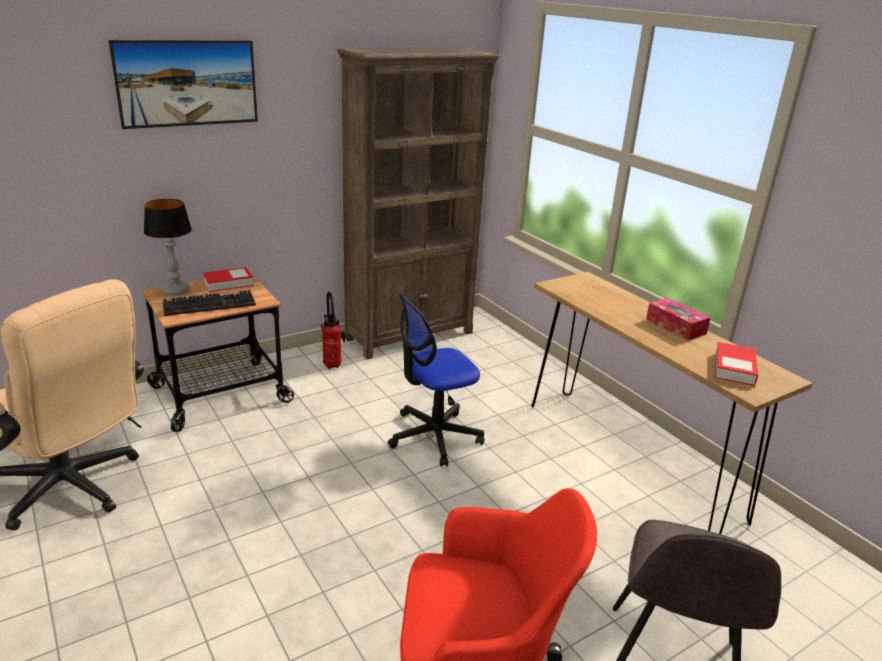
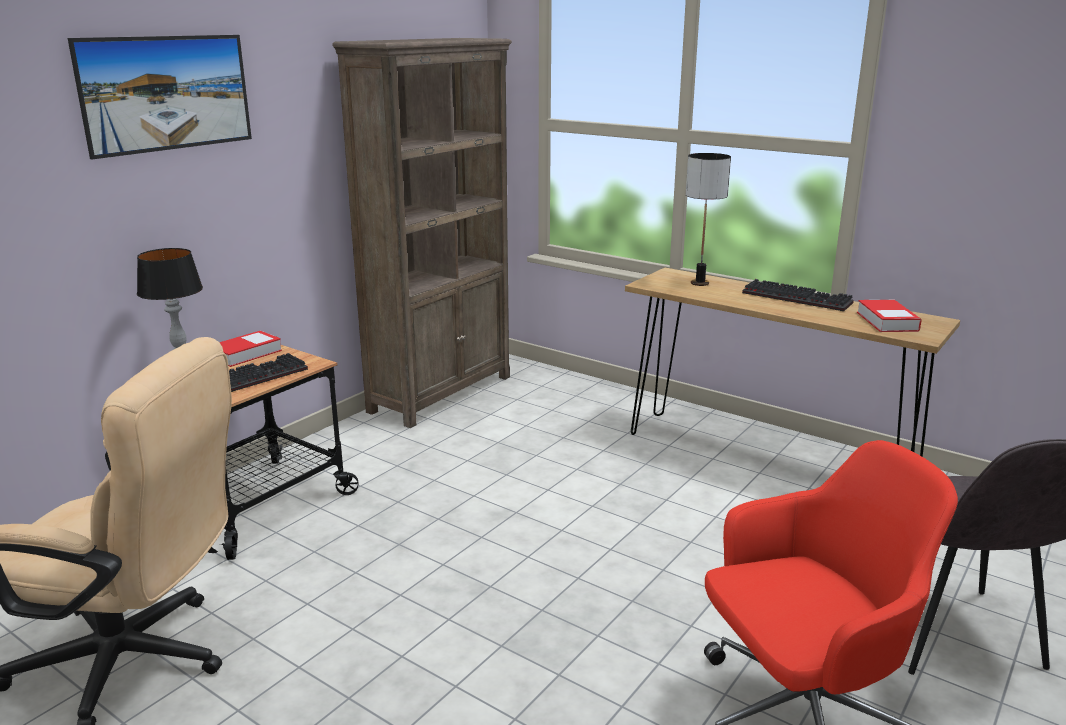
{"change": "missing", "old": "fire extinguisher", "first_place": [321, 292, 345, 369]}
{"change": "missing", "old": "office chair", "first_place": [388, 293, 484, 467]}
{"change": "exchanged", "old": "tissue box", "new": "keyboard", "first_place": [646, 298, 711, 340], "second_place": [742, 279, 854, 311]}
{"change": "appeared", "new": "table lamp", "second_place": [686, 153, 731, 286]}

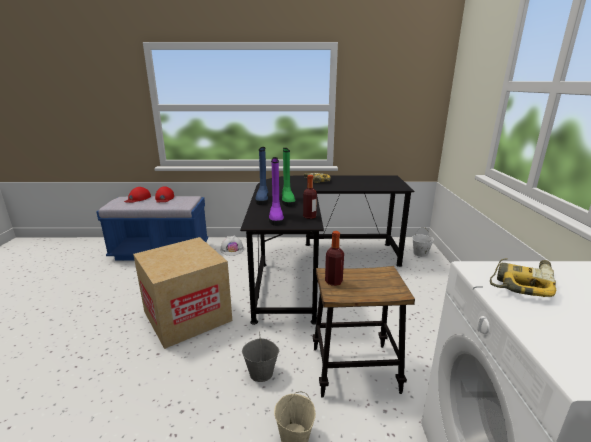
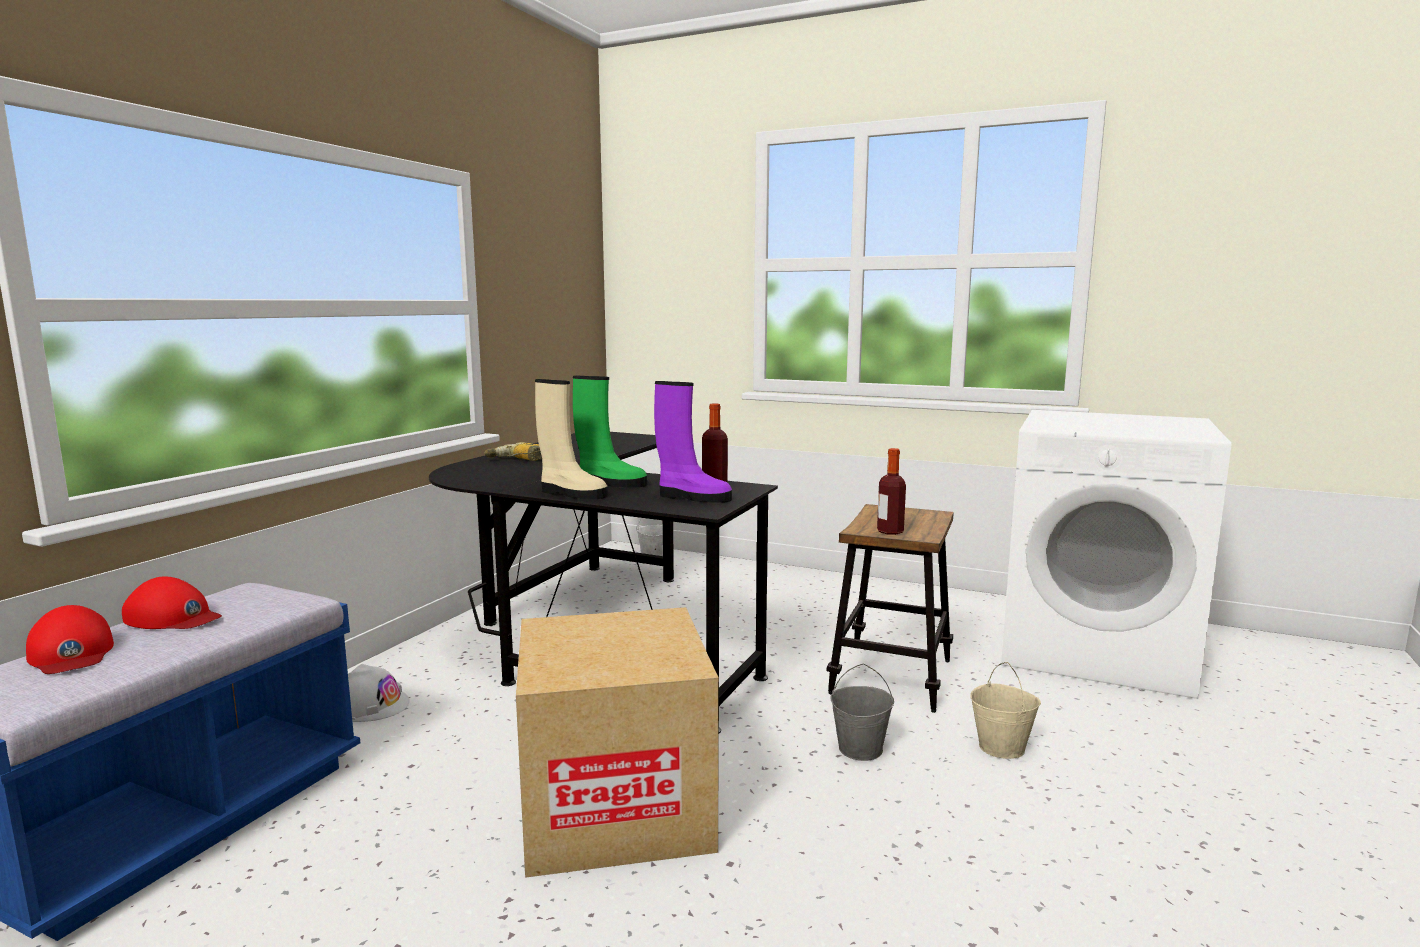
{"change": "colour", "old": "boot in blue", "new": "boot in beige", "first_place": [255, 147, 268, 205], "second_place": [535, 379, 608, 499]}
{"change": "missing", "old": "power drill", "first_place": [490, 258, 556, 297]}

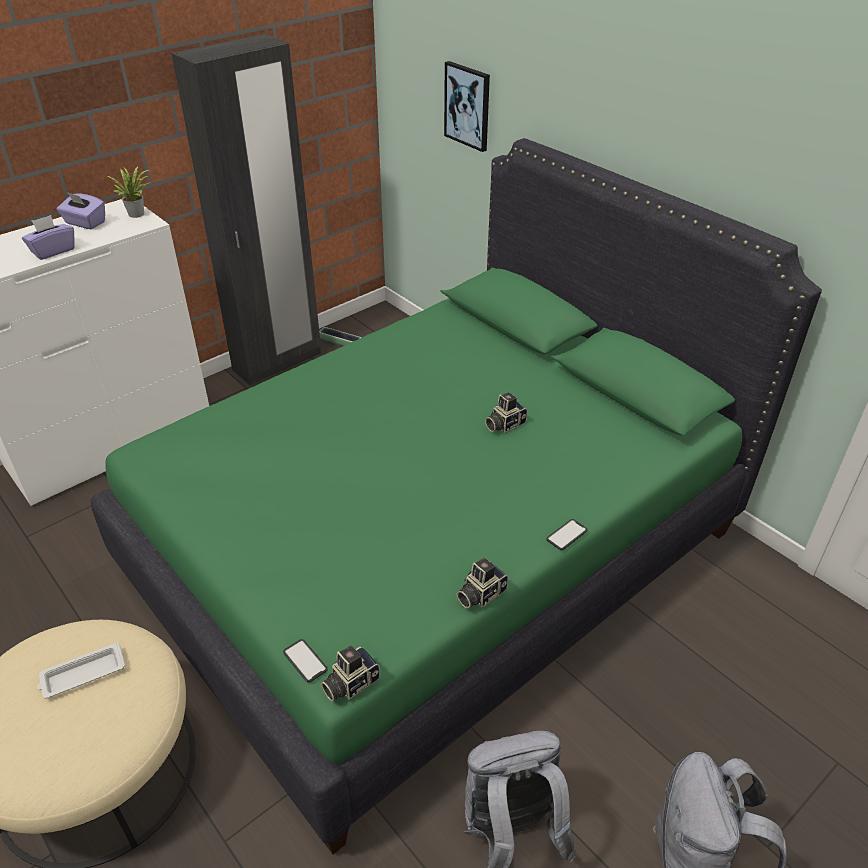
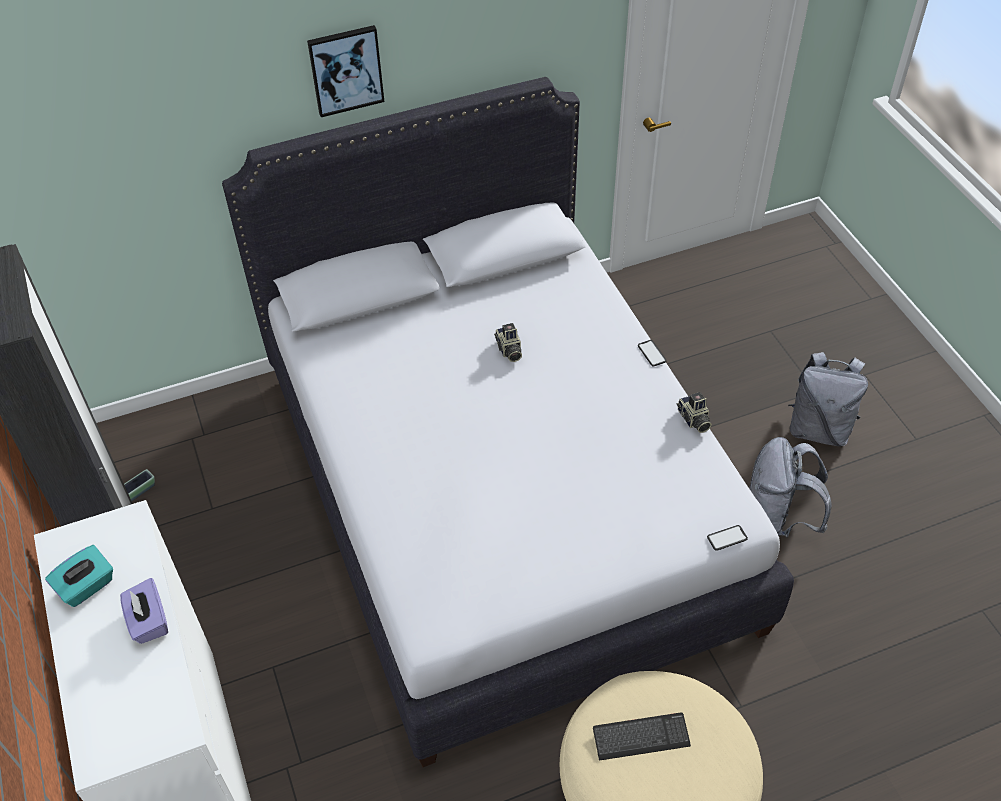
{"change": "exchanged", "old": "tray in white", "new": "keyboard", "first_place": [37, 642, 126, 699], "second_place": [593, 712, 691, 761]}
{"change": "colour", "old": "tissue box in purple", "new": "tissue box in turquoise", "first_place": [57, 192, 105, 229], "second_place": [45, 545, 113, 607]}
{"change": "colour", "old": "bed in green", "new": "bed in white", "first_place": [90, 138, 822, 854], "second_place": [222, 77, 794, 767]}
{"change": "missing", "old": "potted plant", "first_place": [107, 166, 149, 218]}
{"change": "missing", "old": "photo camera", "first_place": [321, 646, 380, 701]}
{"change": "relocated", "old": "picture", "first_place": [444, 61, 490, 152], "second_place": [307, 25, 385, 117]}

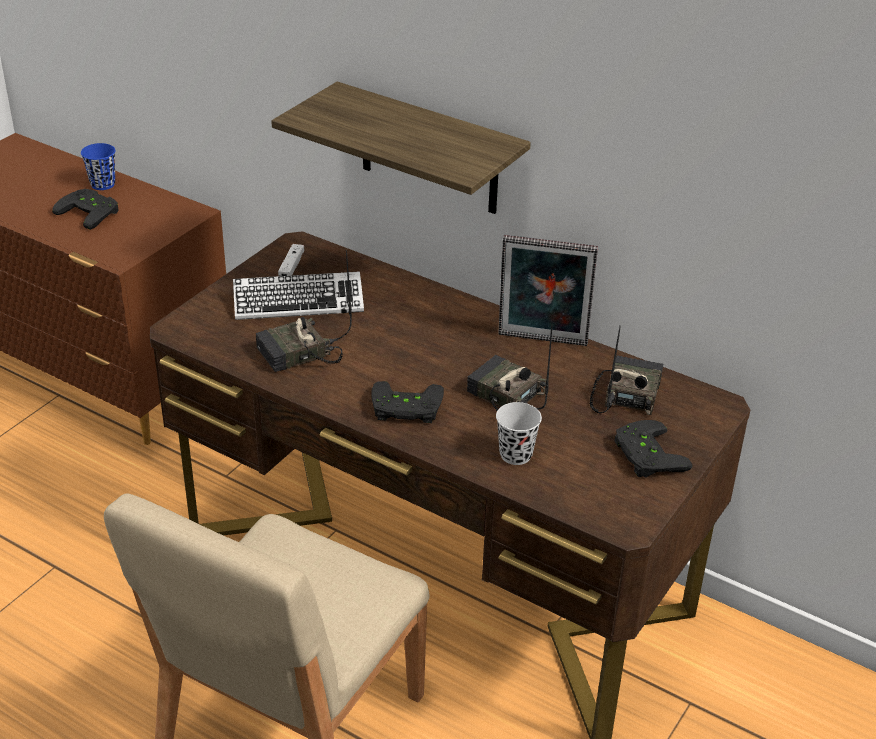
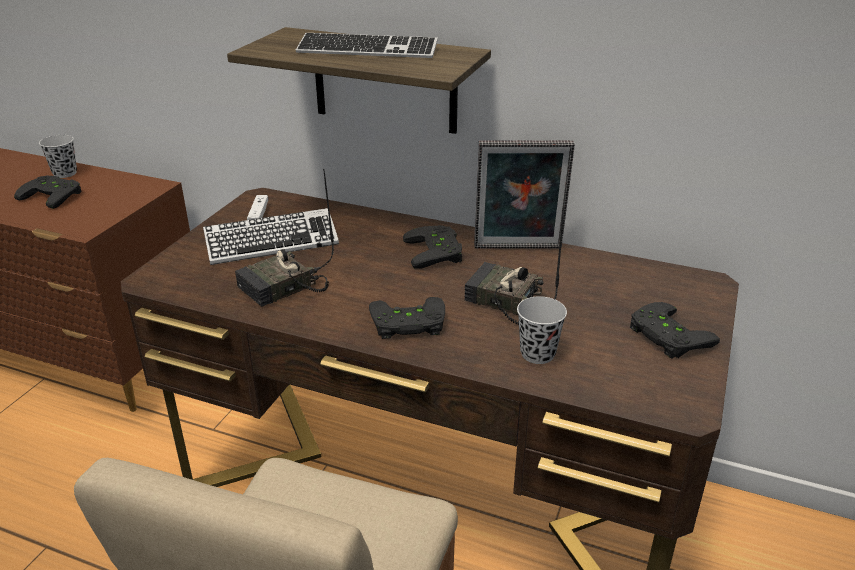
{"change": "colour", "old": "cup in blue", "new": "cup in black", "first_place": [81, 143, 115, 190], "second_place": [39, 135, 77, 178]}
{"change": "missing", "old": "radio", "first_place": [590, 325, 664, 415]}
{"change": "appeared", "new": "keyboard", "second_place": [296, 33, 438, 58]}
{"change": "appeared", "new": "game controller in black", "second_place": [403, 225, 462, 269]}

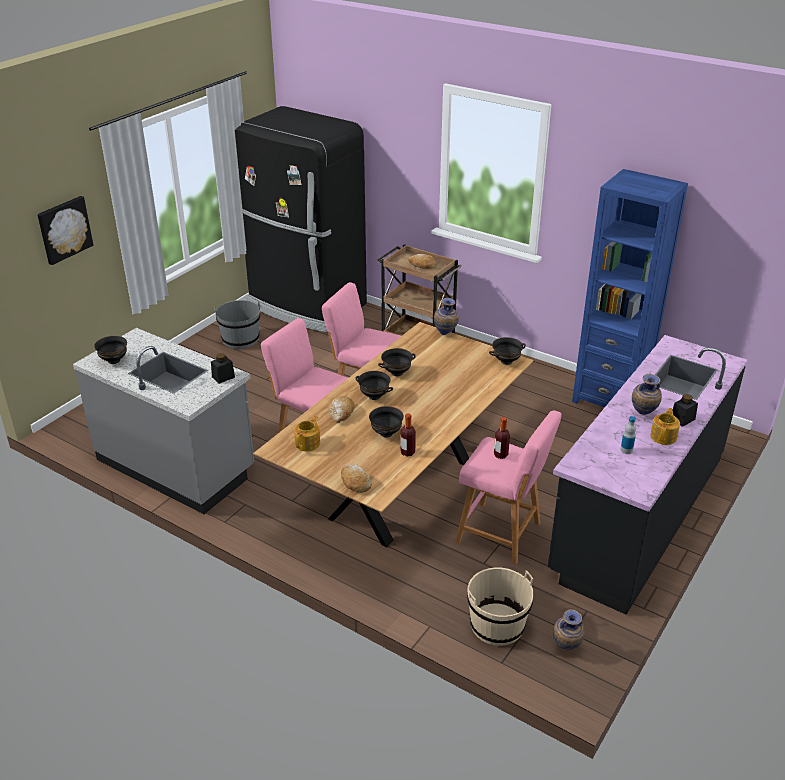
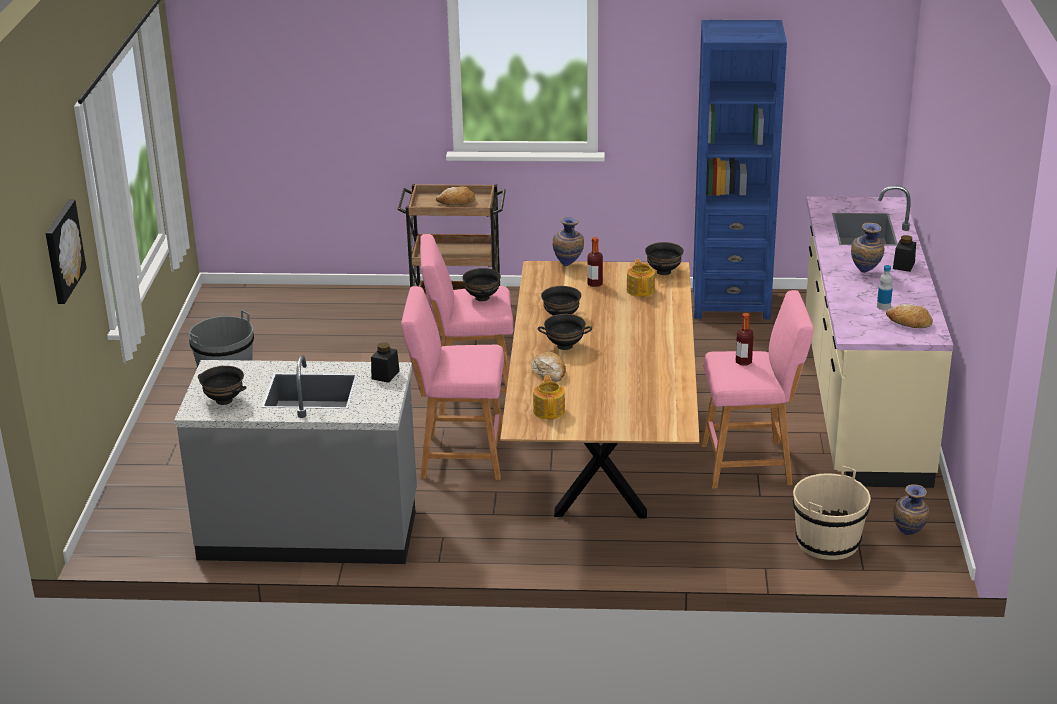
{"change": "missing", "old": "fridge in black", "first_place": [235, 106, 367, 332]}
{"change": "relocated", "old": "bread", "first_place": [341, 465, 372, 493], "second_place": [886, 304, 933, 328]}
{"change": "relocated", "old": "bowl in black", "first_place": [369, 406, 404, 438], "second_place": [462, 268, 501, 301]}
{"change": "relocated", "old": "bottle", "first_place": [400, 413, 416, 456], "second_place": [587, 237, 603, 287]}
{"change": "colour", "old": "counter in black", "new": "counter in beige", "first_place": [548, 335, 747, 615], "second_place": [806, 186, 953, 488]}
{"change": "relocated", "old": "teapot", "first_place": [650, 408, 680, 445], "second_place": [627, 259, 655, 297]}

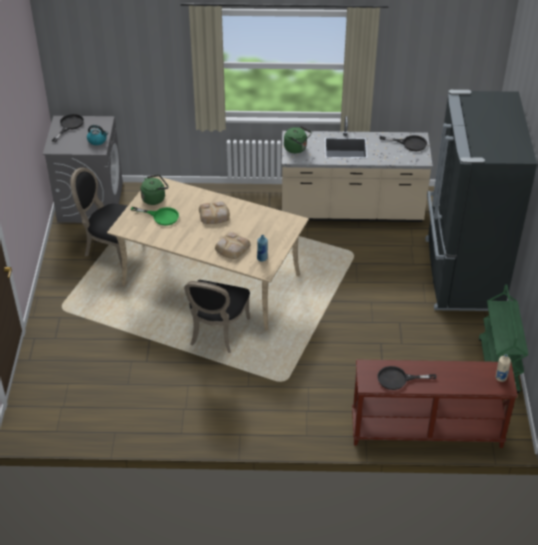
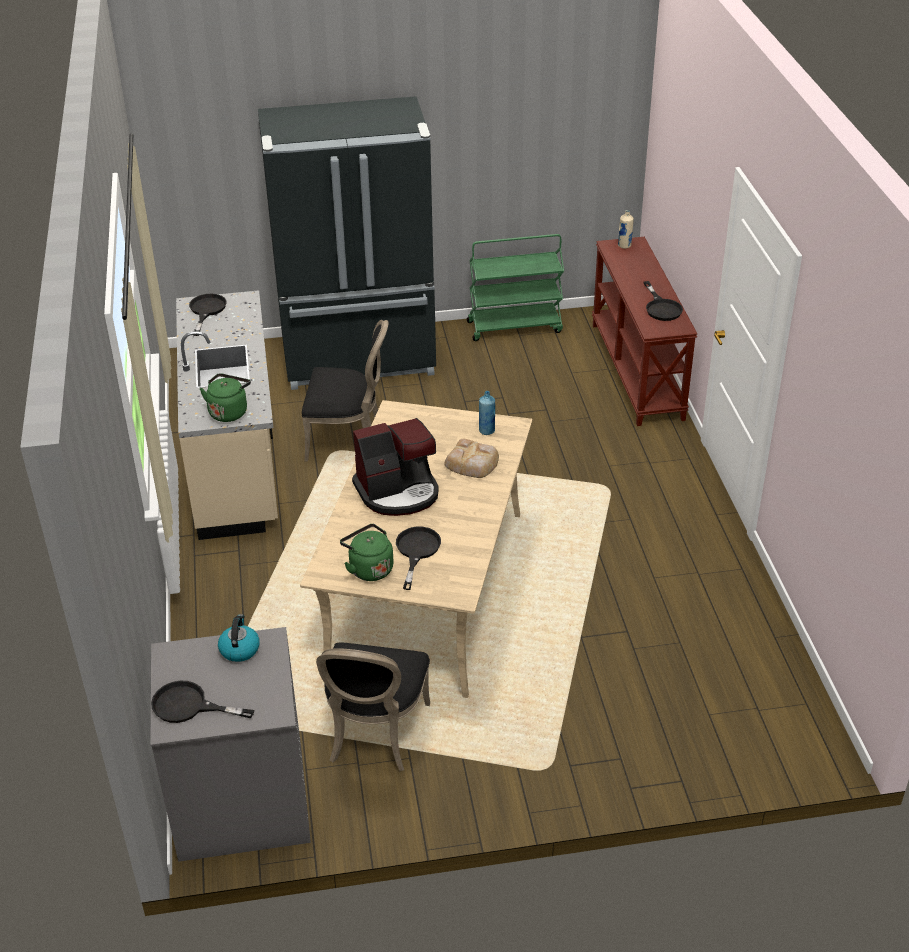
{"change": "colour", "old": "frying pan in green", "new": "frying pan in black", "first_place": [131, 207, 179, 226], "second_place": [396, 527, 441, 590]}
{"change": "relocated", "old": "chair in black", "first_place": [184, 280, 250, 353], "second_place": [302, 320, 388, 462]}
{"change": "exchanged", "old": "bread", "new": "coffee machine", "first_place": [199, 201, 230, 224], "second_place": [352, 418, 439, 516]}

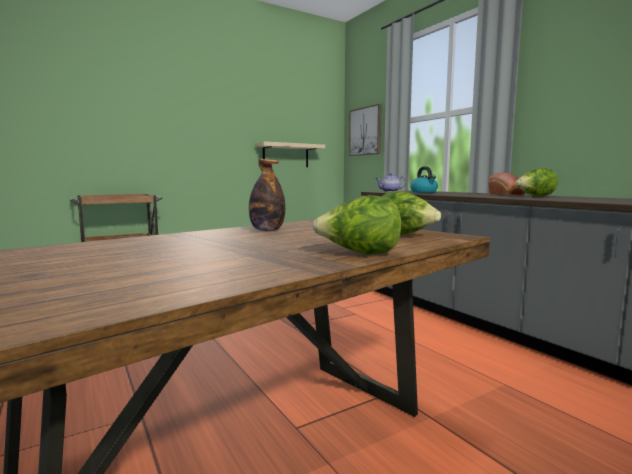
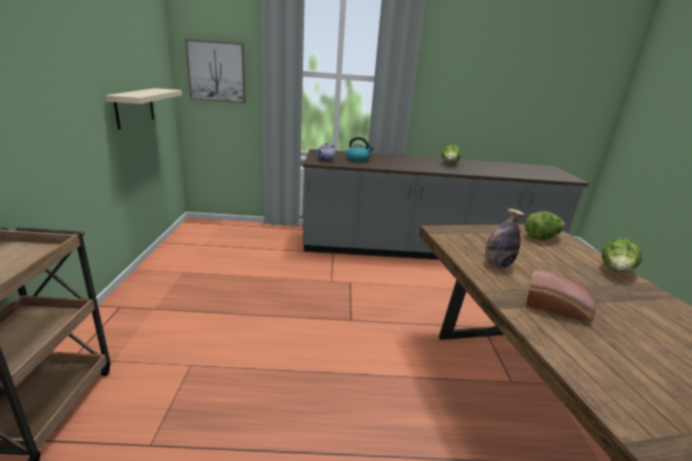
{"change": "relocated", "old": "bread", "first_place": [488, 173, 525, 195], "second_place": [526, 269, 596, 323]}

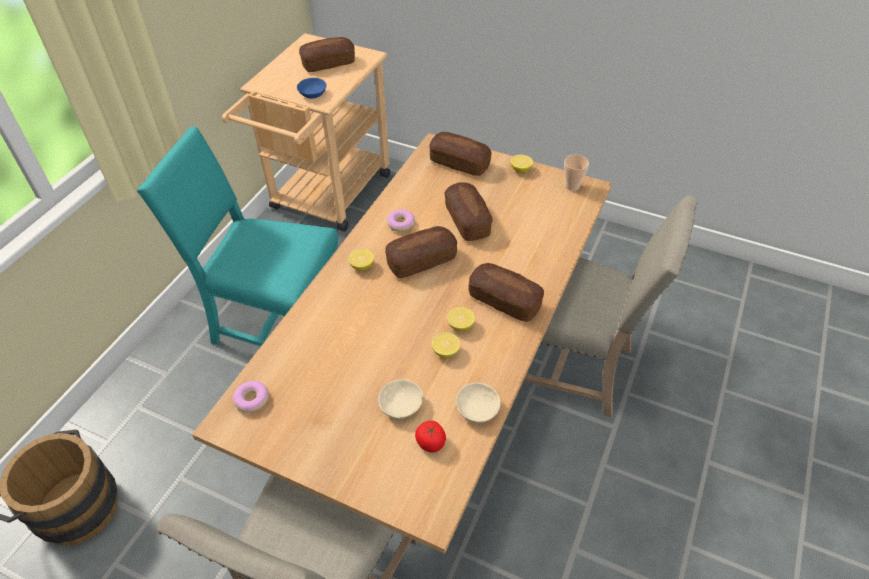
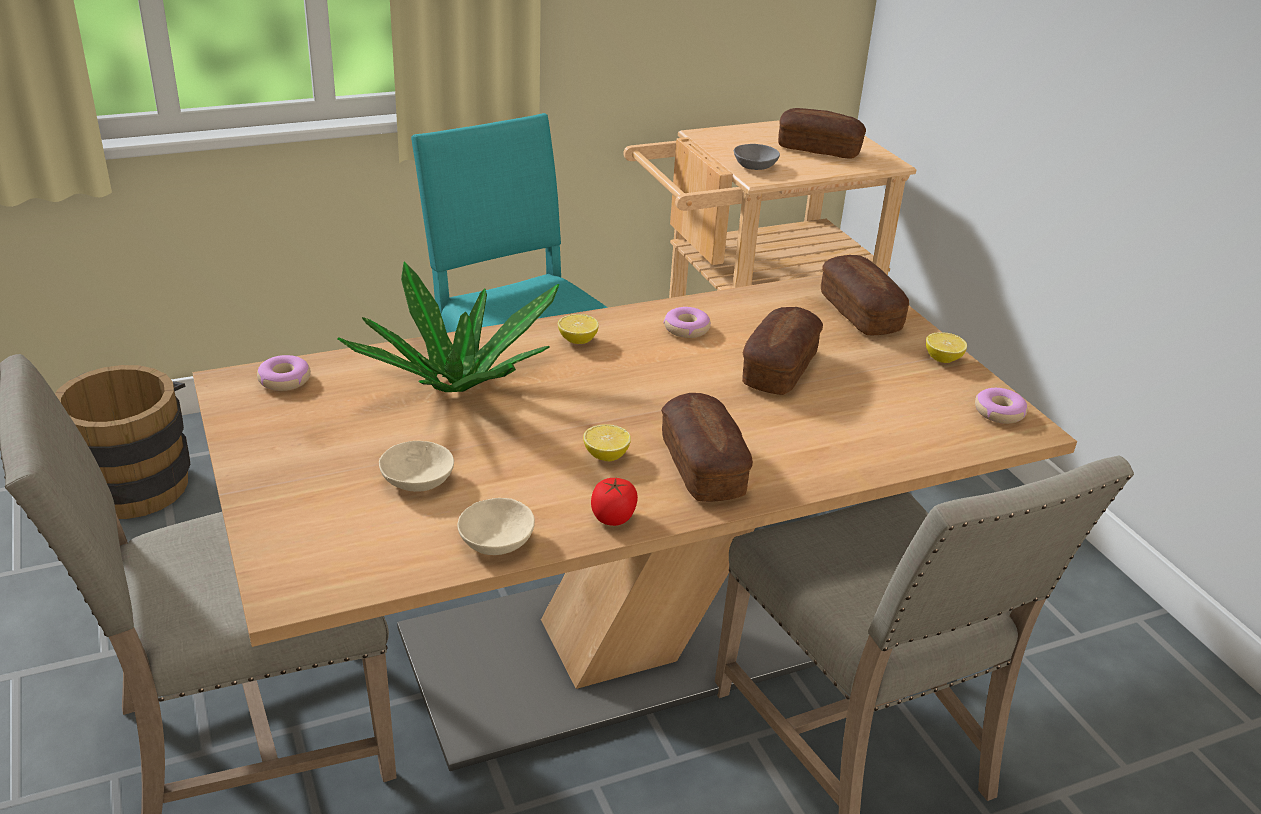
{"change": "colour", "old": "bowl in blue", "new": "bowl in grey", "first_place": [297, 78, 326, 99], "second_place": [734, 144, 780, 170]}
{"change": "missing", "old": "bread", "first_place": [385, 226, 457, 278]}
{"change": "relocated", "old": "tomato", "first_place": [415, 421, 446, 452], "second_place": [591, 478, 638, 526]}
{"change": "missing", "old": "lemon", "first_place": [432, 332, 460, 358]}
{"change": "exchanged", "old": "cup", "new": "donut", "first_place": [564, 155, 589, 191], "second_place": [975, 388, 1028, 424]}
{"change": "appeared", "new": "potted plant", "second_place": [338, 261, 559, 392]}

